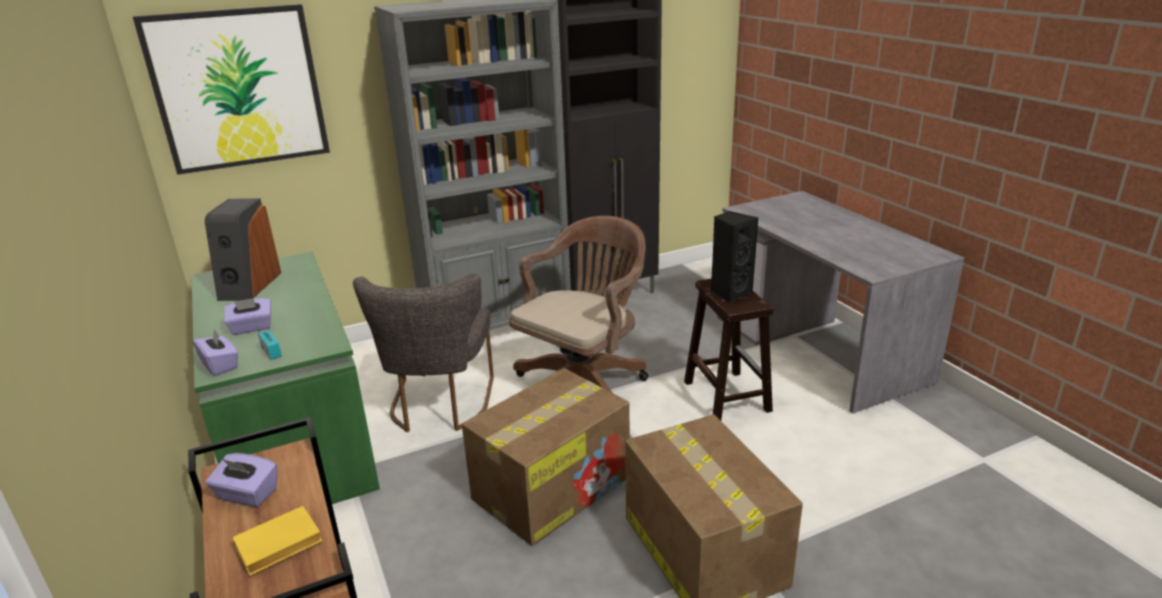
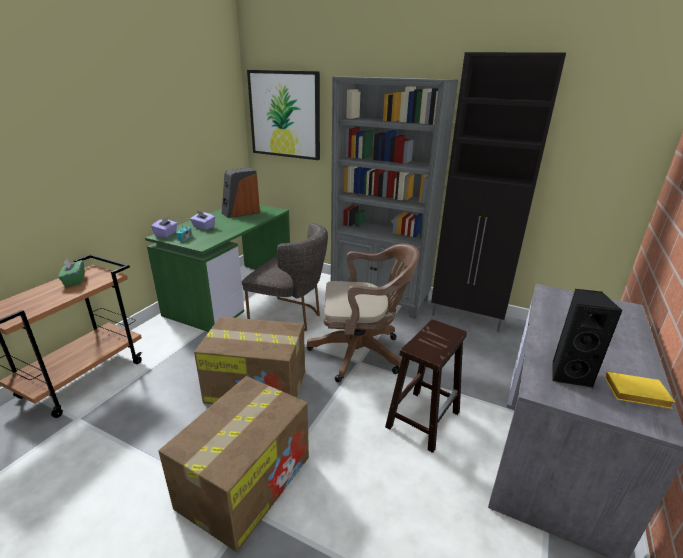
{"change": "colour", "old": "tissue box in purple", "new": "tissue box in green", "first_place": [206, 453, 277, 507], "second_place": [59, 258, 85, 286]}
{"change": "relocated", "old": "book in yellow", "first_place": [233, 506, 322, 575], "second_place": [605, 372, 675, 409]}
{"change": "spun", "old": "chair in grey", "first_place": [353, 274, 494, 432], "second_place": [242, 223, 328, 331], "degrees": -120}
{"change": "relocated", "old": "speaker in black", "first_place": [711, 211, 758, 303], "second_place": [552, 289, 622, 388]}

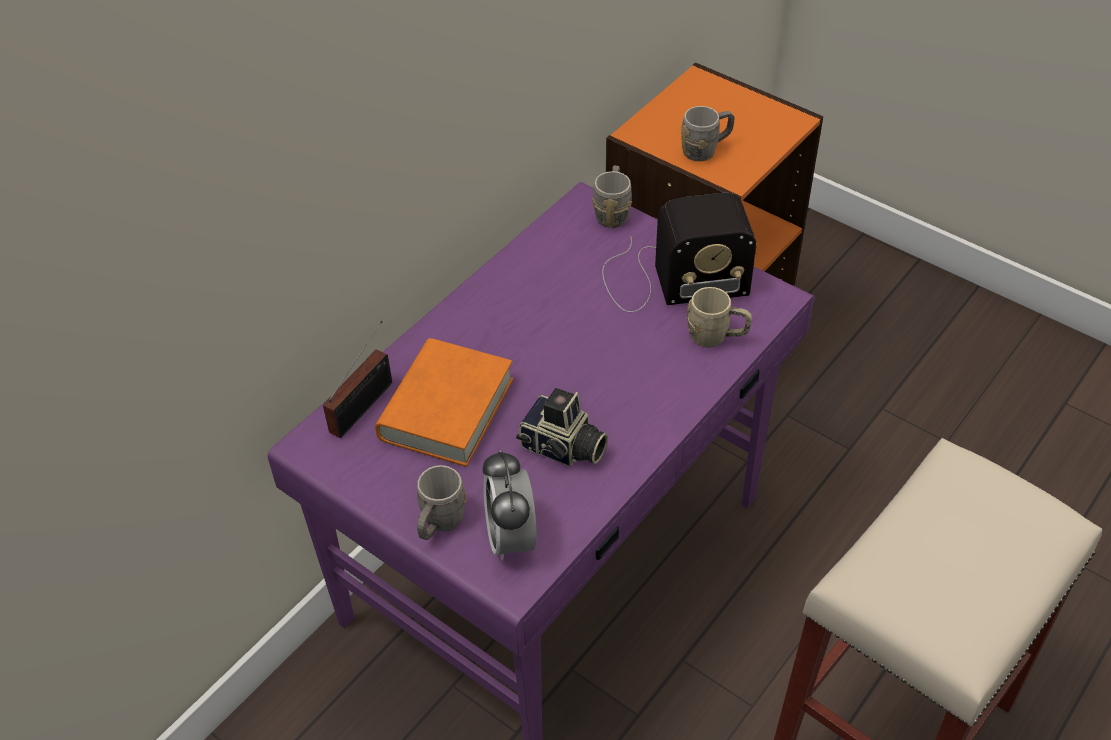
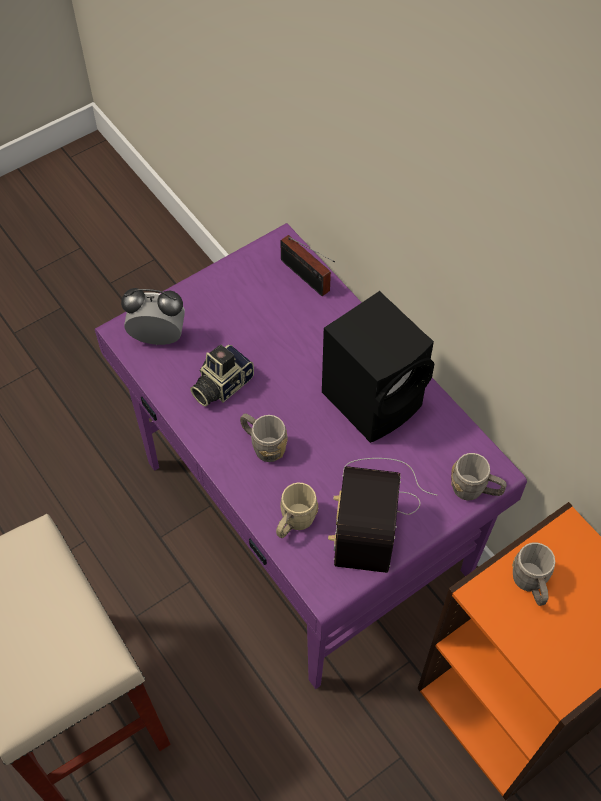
{"change": "missing", "old": "book in orange", "first_place": [375, 338, 513, 467]}
{"change": "relocated", "old": "mug in grey", "first_place": [417, 465, 467, 540], "second_place": [240, 414, 288, 462]}
{"change": "appeared", "new": "speaker in black", "second_place": [322, 291, 435, 443]}

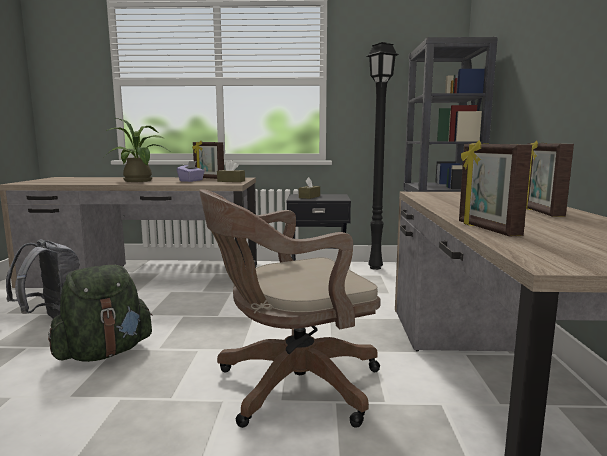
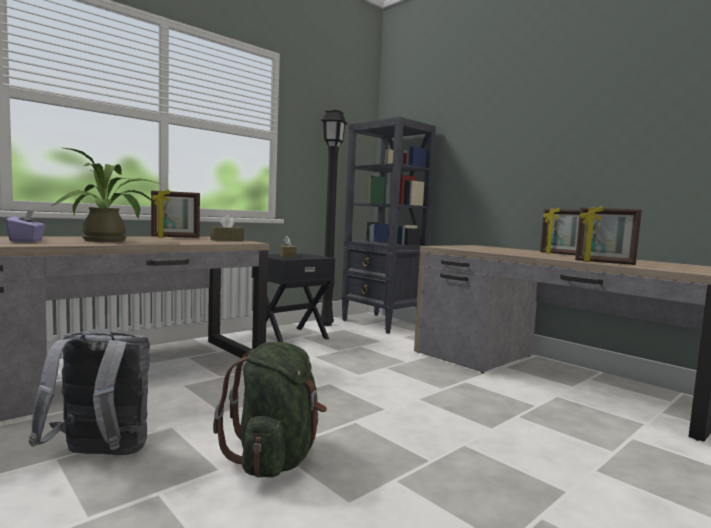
{"change": "relocated", "old": "tissue box in purple", "first_place": [177, 161, 205, 182], "second_place": [5, 210, 46, 242]}
{"change": "missing", "old": "office chair in brown", "first_place": [199, 189, 380, 428]}

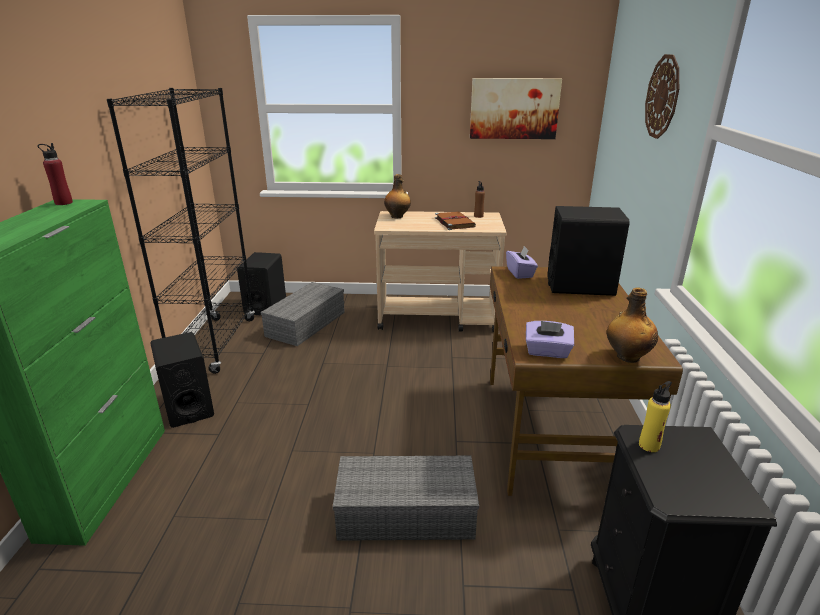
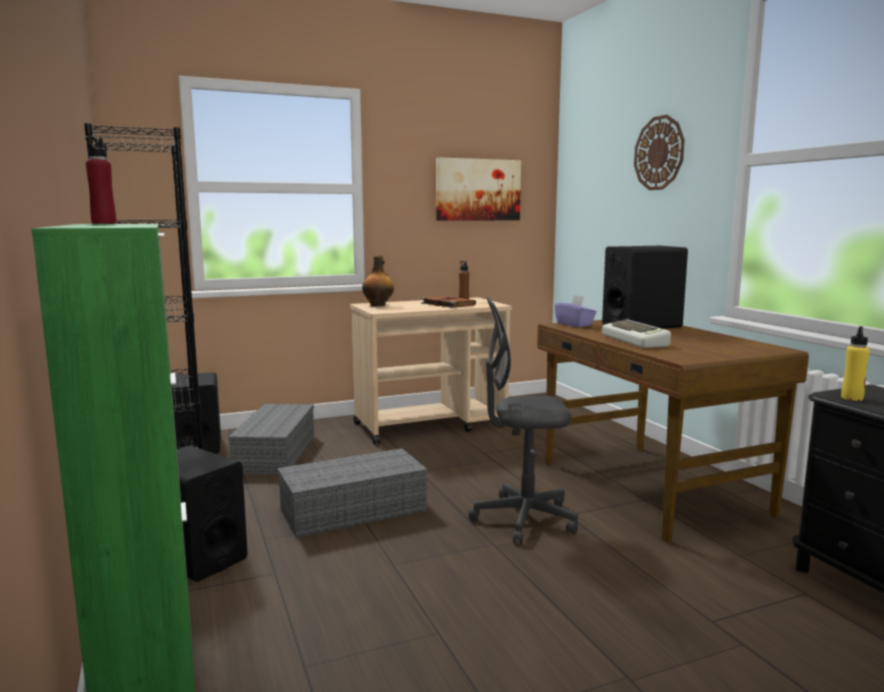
{"change": "relocated", "old": "storage box in grey", "first_place": [333, 456, 479, 541], "second_place": [277, 448, 428, 538]}
{"change": "missing", "old": "tissue box in purple", "first_place": [526, 321, 574, 358]}
{"change": "missing", "old": "bottle", "first_place": [607, 288, 658, 363]}
{"change": "appeared", "new": "office chair in grey", "second_place": [468, 297, 578, 544]}
{"change": "appeared", "new": "keyboard", "second_place": [602, 320, 671, 348]}

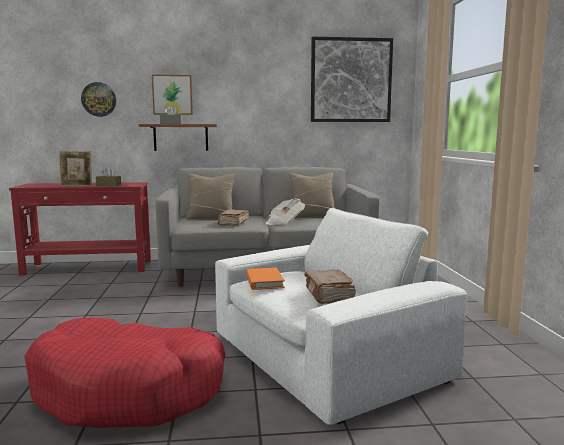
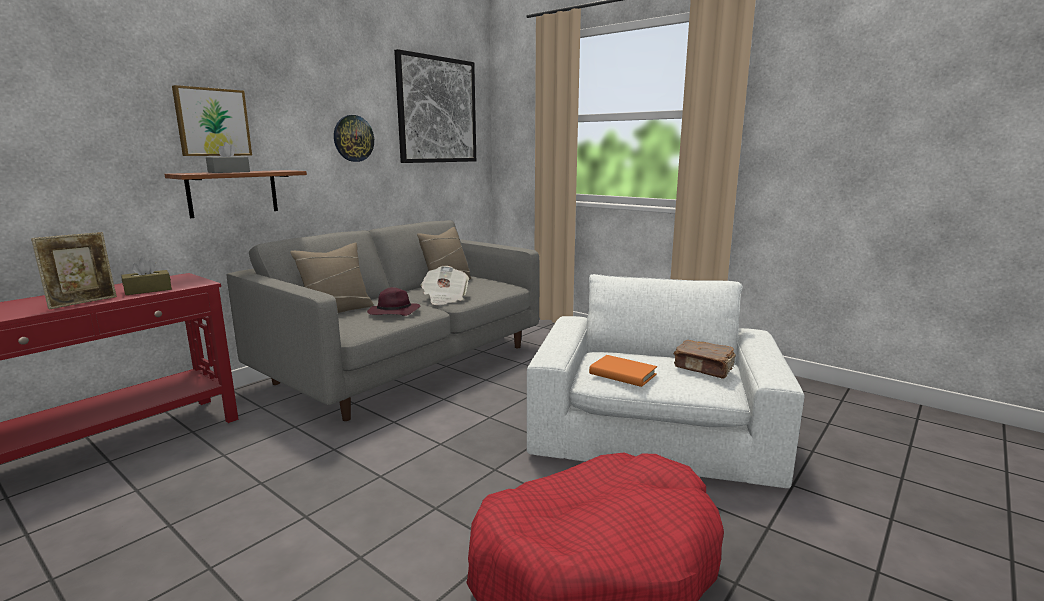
{"change": "relocated", "old": "wall clock", "first_place": [81, 82, 116, 117], "second_place": [334, 115, 374, 162]}
{"change": "exchanged", "old": "book in brown", "new": "hat in purple", "first_place": [217, 209, 249, 226], "second_place": [367, 287, 420, 316]}

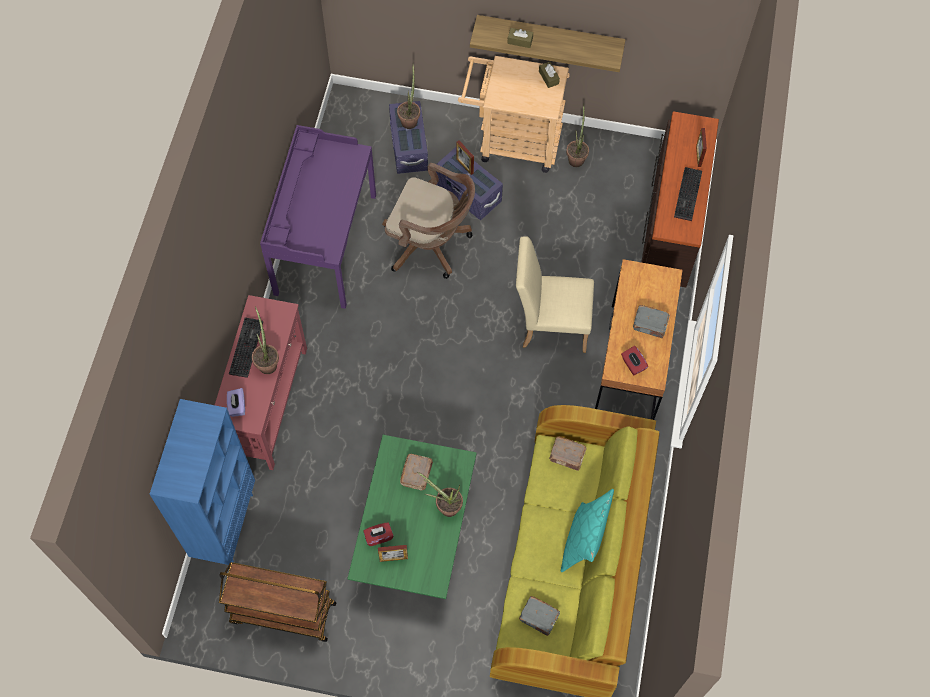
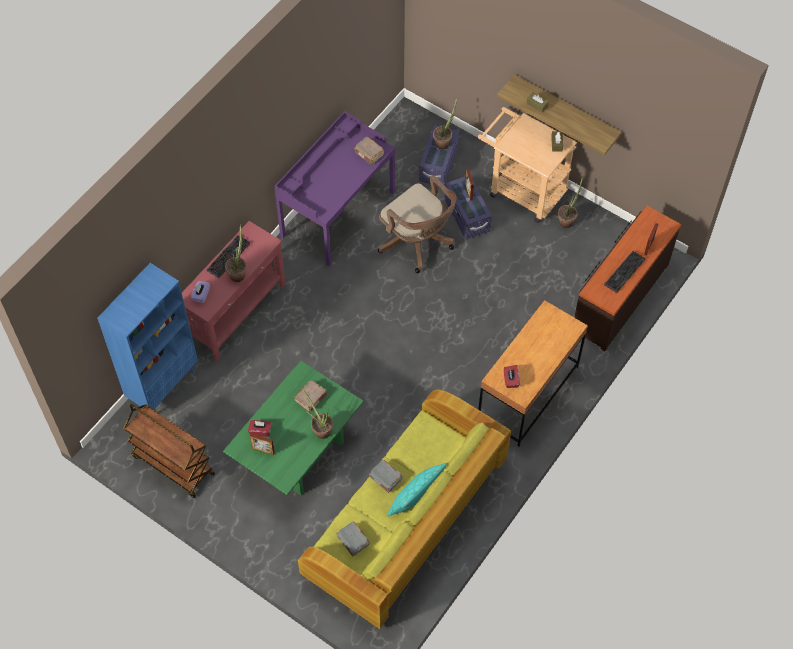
{"change": "missing", "old": "chair in beige", "first_place": [516, 236, 594, 353]}
{"change": "relocated", "old": "book in brown", "first_place": [549, 436, 586, 471], "second_place": [354, 137, 384, 165]}
{"change": "relocated", "old": "book in grey", "first_place": [633, 305, 670, 338], "second_place": [369, 460, 402, 493]}

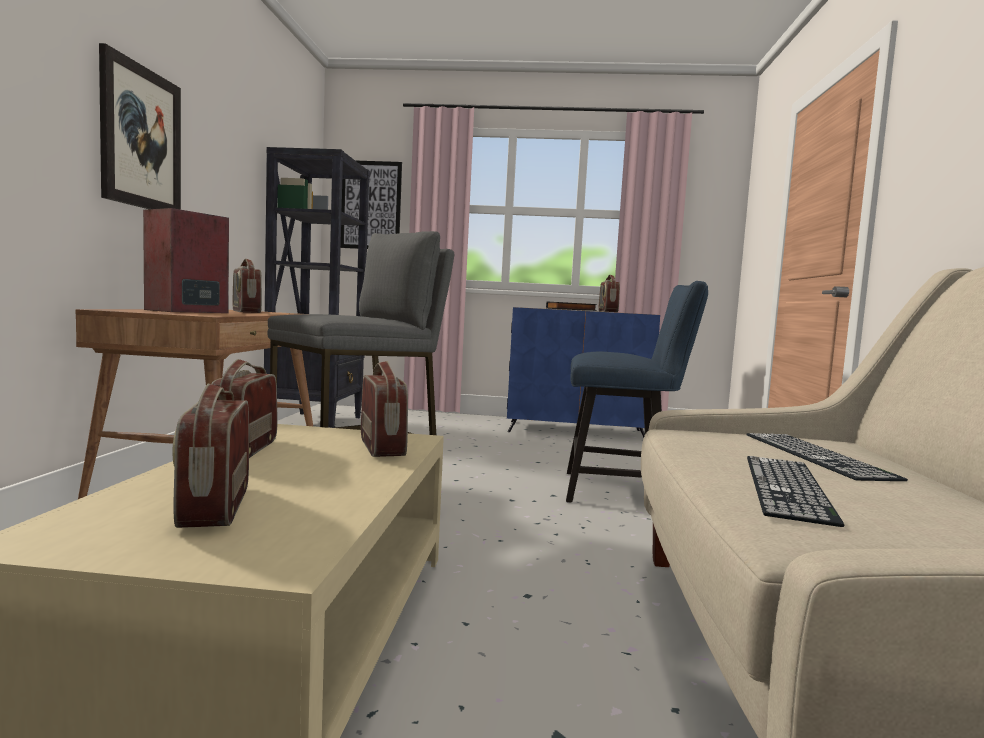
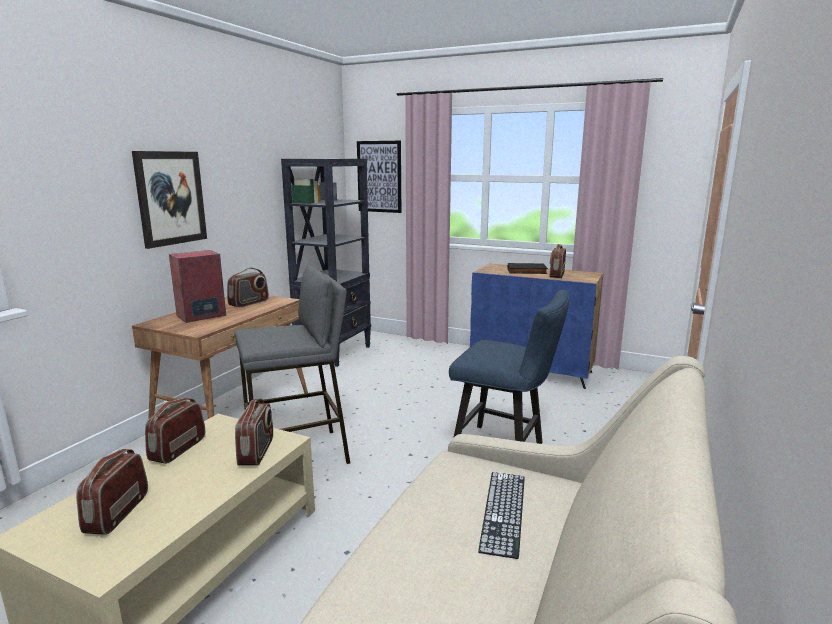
{"change": "spun", "old": "radio", "first_place": [233, 258, 262, 313], "second_place": [227, 268, 269, 307], "degrees": -135}
{"change": "missing", "old": "keyboard", "first_place": [747, 456, 845, 527]}

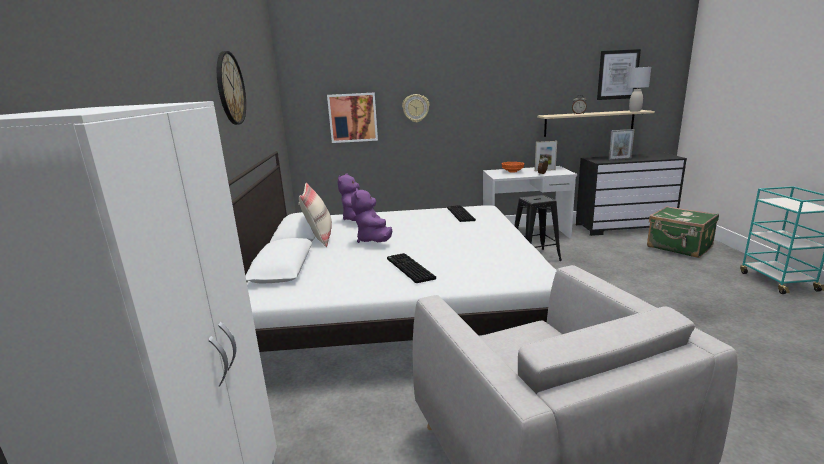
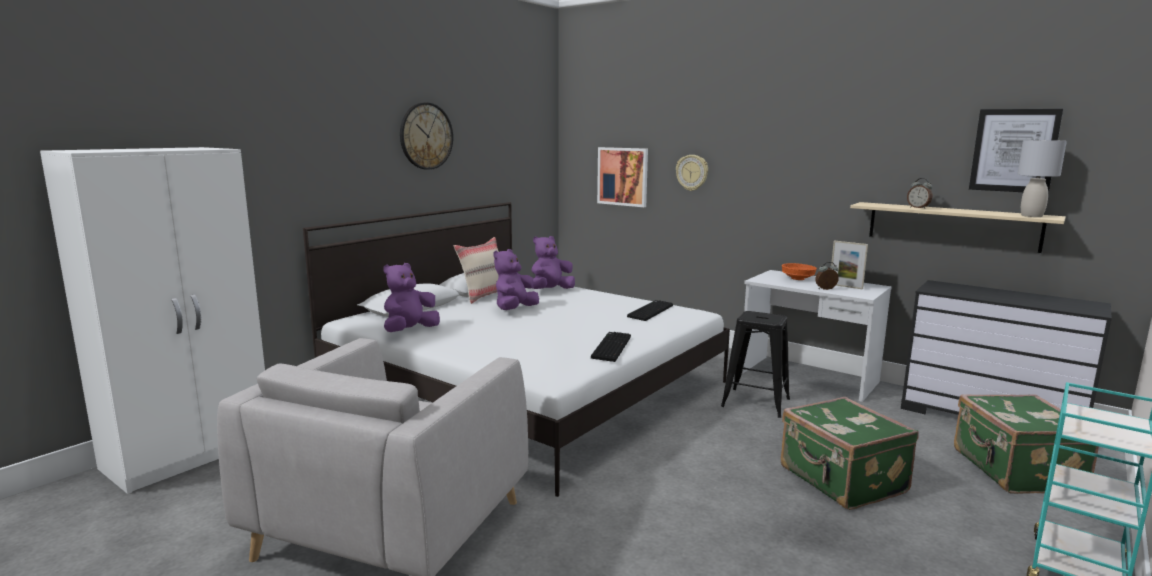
{"change": "relocated", "old": "keyboard", "first_place": [387, 253, 436, 283], "second_place": [591, 332, 631, 362]}
{"change": "missing", "old": "picture frame", "first_place": [608, 129, 635, 160]}
{"change": "appeared", "new": "plush toy in purple", "second_place": [383, 263, 440, 332]}
{"change": "appeared", "new": "suitcase in green", "second_place": [781, 397, 919, 510]}

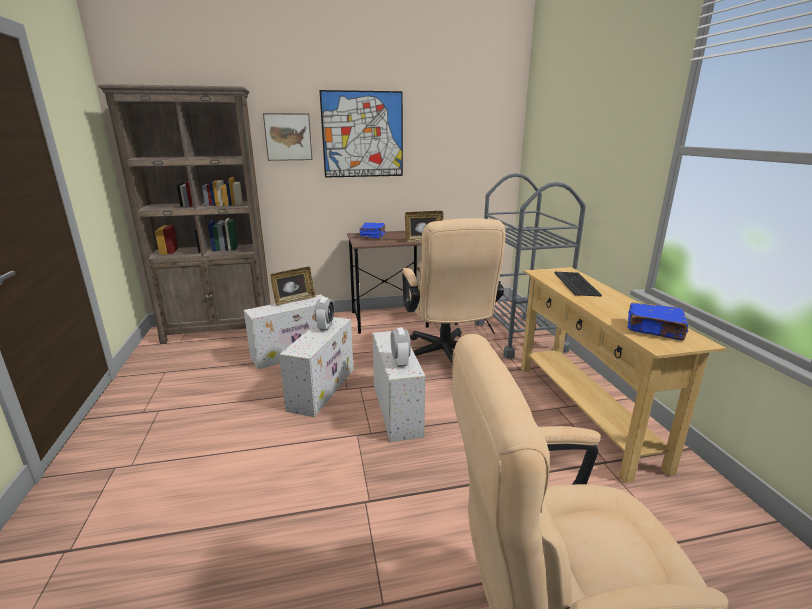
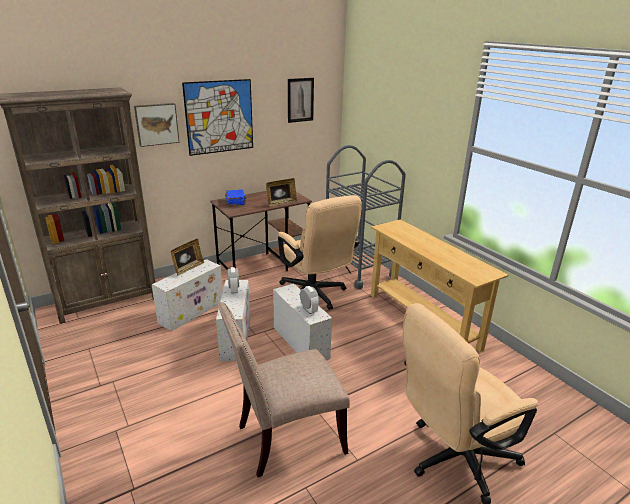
{"change": "missing", "old": "keyboard", "first_place": [554, 272, 602, 297]}
{"change": "missing", "old": "book in blue", "first_place": [627, 302, 688, 341]}
{"change": "appeared", "new": "chair in beige", "second_place": [218, 302, 350, 478]}
{"change": "appeared", "new": "picture", "second_place": [288, 78, 314, 123]}

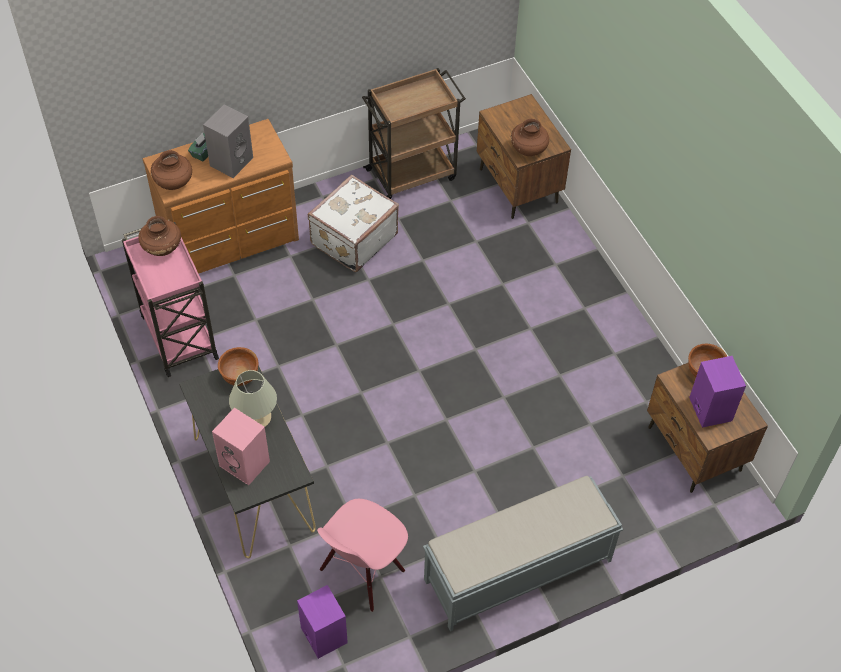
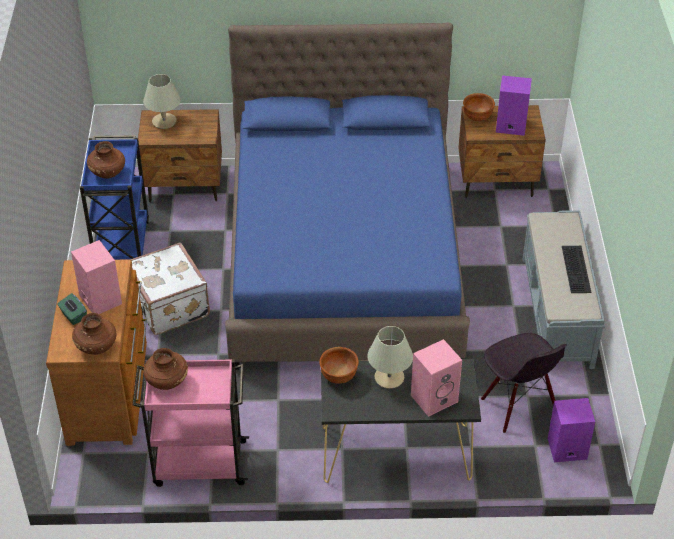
{"change": "colour", "old": "speaker in grey", "new": "speaker in pink", "first_place": [203, 104, 253, 178], "second_place": [71, 240, 122, 314]}
{"change": "colour", "old": "chair in pink", "new": "chair in black", "first_place": [317, 499, 408, 612], "second_place": [481, 333, 567, 433]}
{"change": "colour", "old": "cart in brown", "new": "cart in blue", "first_place": [362, 68, 466, 199], "second_place": [80, 135, 149, 260]}
{"change": "relocated", "old": "vase in brown", "first_place": [511, 119, 549, 156], "second_place": [87, 141, 125, 179]}
{"change": "appeared", "new": "table lamp in beige", "second_place": [143, 74, 181, 129]}
{"change": "appeared", "new": "bed in blue", "second_place": [225, 22, 470, 370]}
{"change": "appeared", "new": "keyboard", "second_place": [562, 246, 591, 293]}

